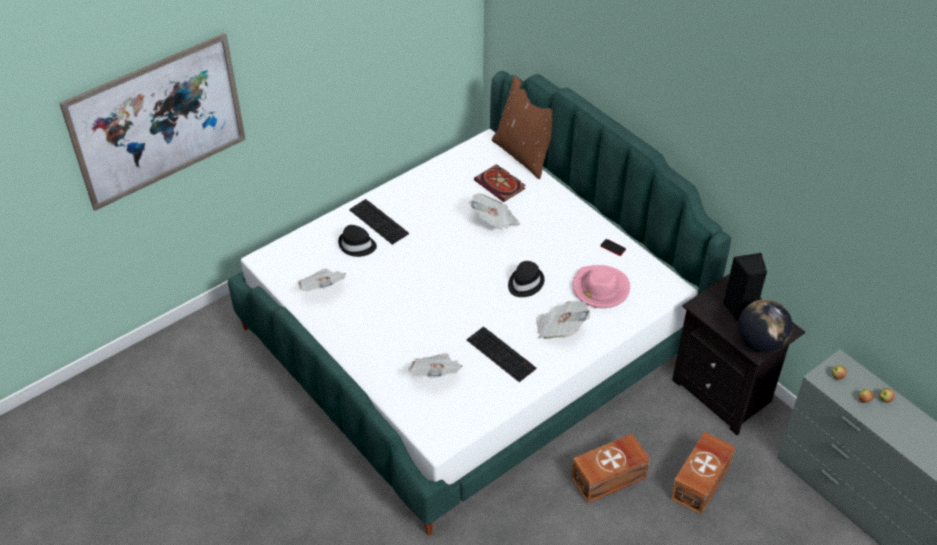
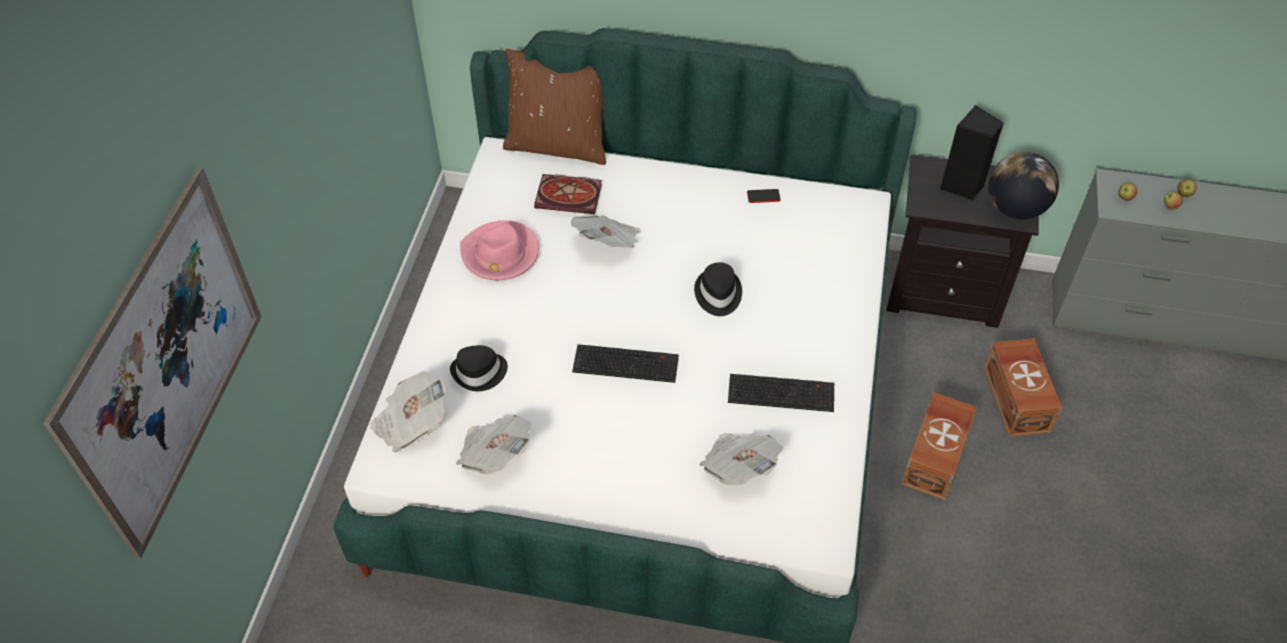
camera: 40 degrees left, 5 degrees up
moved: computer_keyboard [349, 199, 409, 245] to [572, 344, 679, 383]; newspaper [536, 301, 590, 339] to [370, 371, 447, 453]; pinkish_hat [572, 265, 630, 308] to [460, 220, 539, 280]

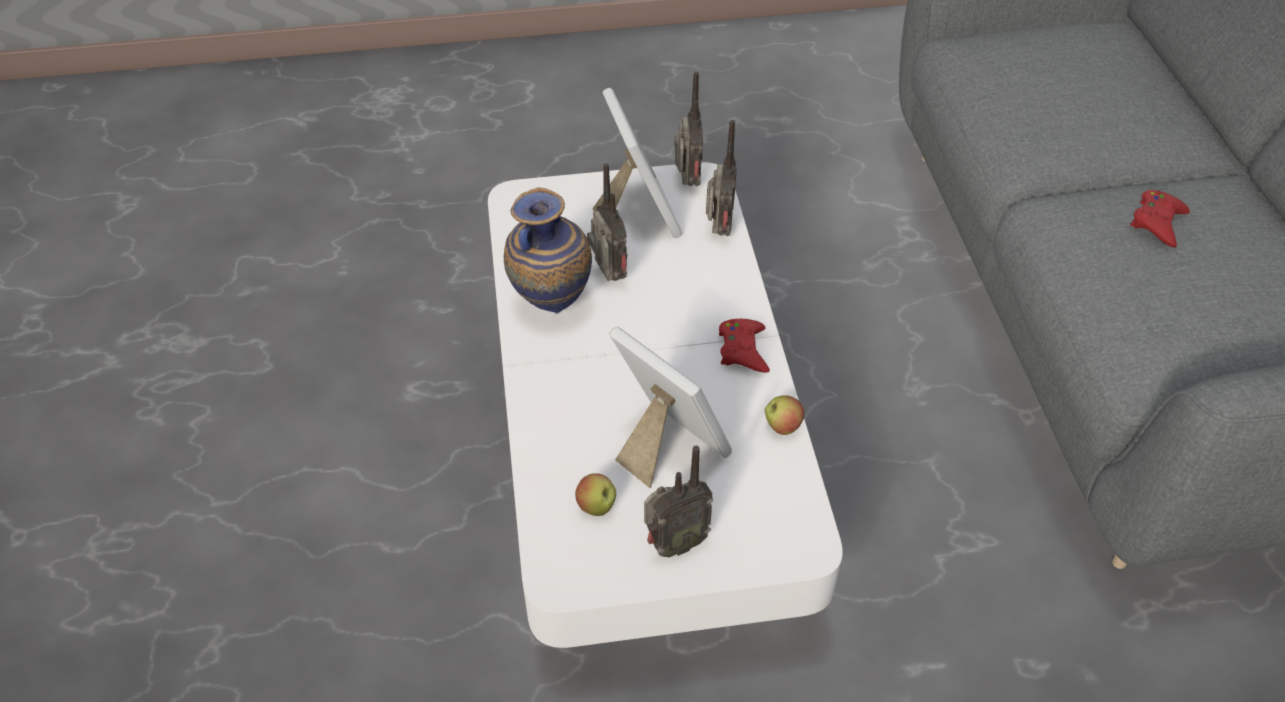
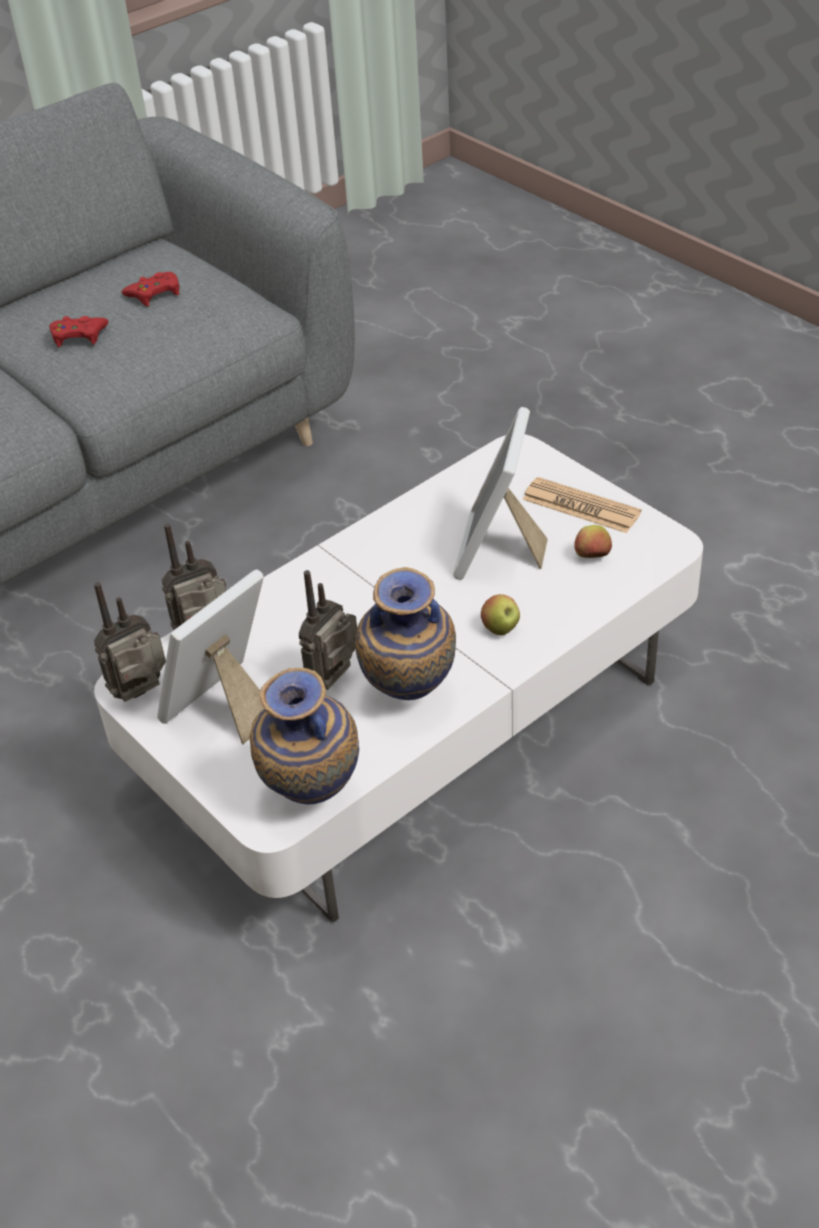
camera: 120 degrees left, 5 degrees down
added: decorative_vase [250, 668, 359, 804]
moved: reddish_joypad [719, 319, 770, 373] to [121, 272, 179, 307]; apple_fruit [765, 395, 805, 435] to [481, 594, 520, 636]
replaced: radio_receiver [644, 446, 713, 557] to newspaper [522, 477, 641, 533]

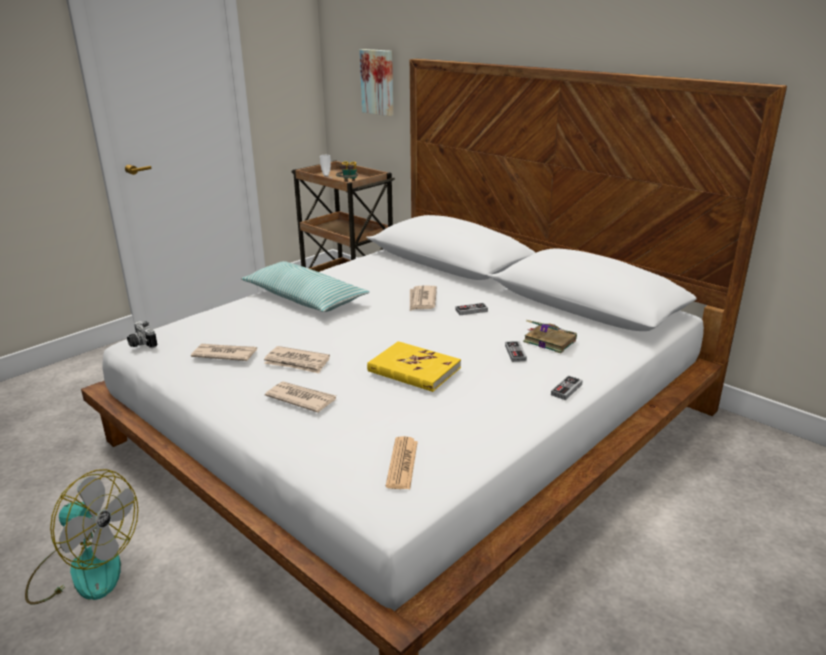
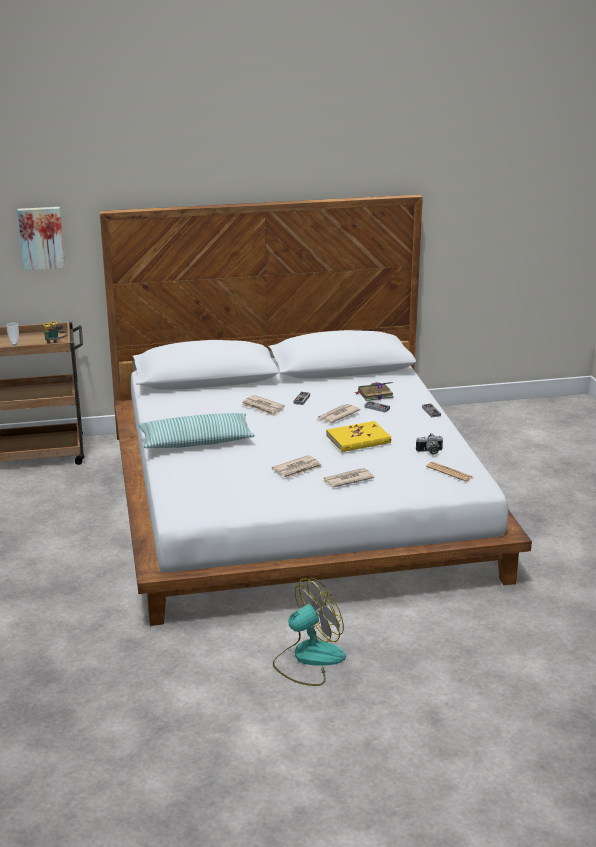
camera: 55 degrees left, 0 degrees up
moved: still_camera [127, 321, 157, 348] to [416, 433, 443, 455]; newspaper [191, 344, 257, 361] to [316, 404, 360, 423]

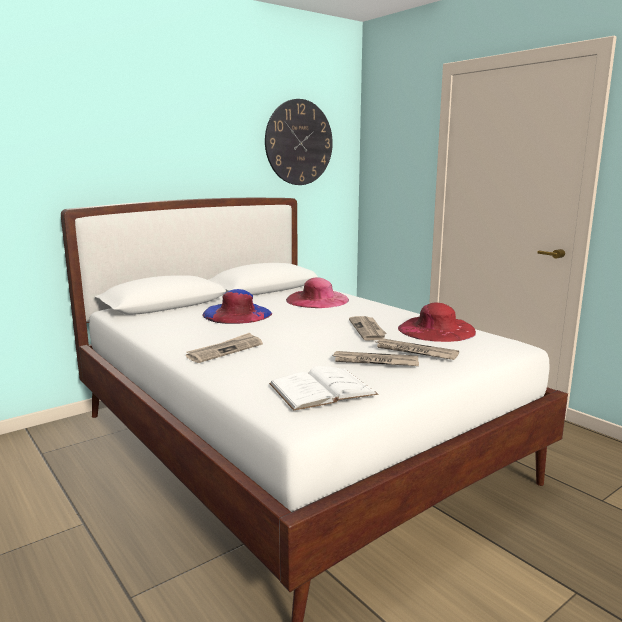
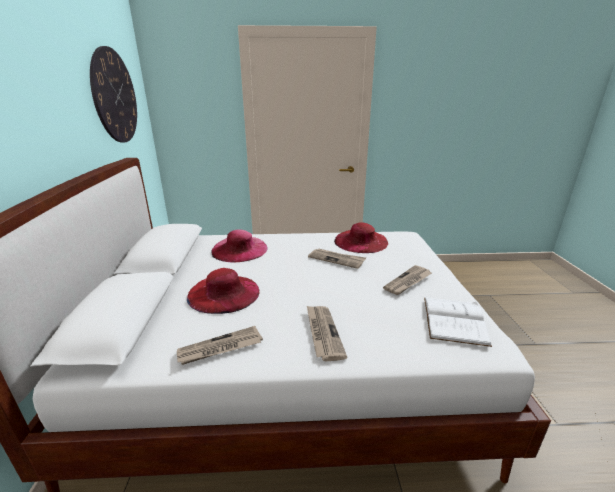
camera: 55 degrees left, 10 degrees up
moved: newspaper [374, 338, 459, 360] to [177, 326, 263, 365]
recoloured: bluish_hat [202, 289, 272, 324] to reddish_hat [187, 268, 260, 314]

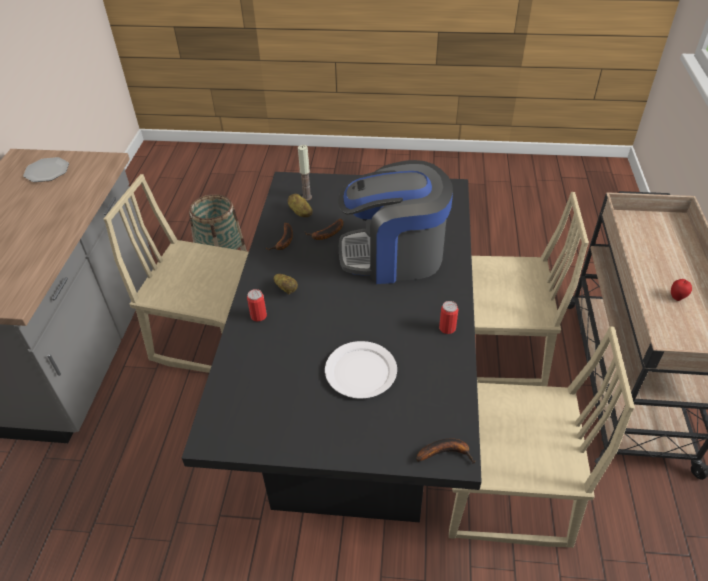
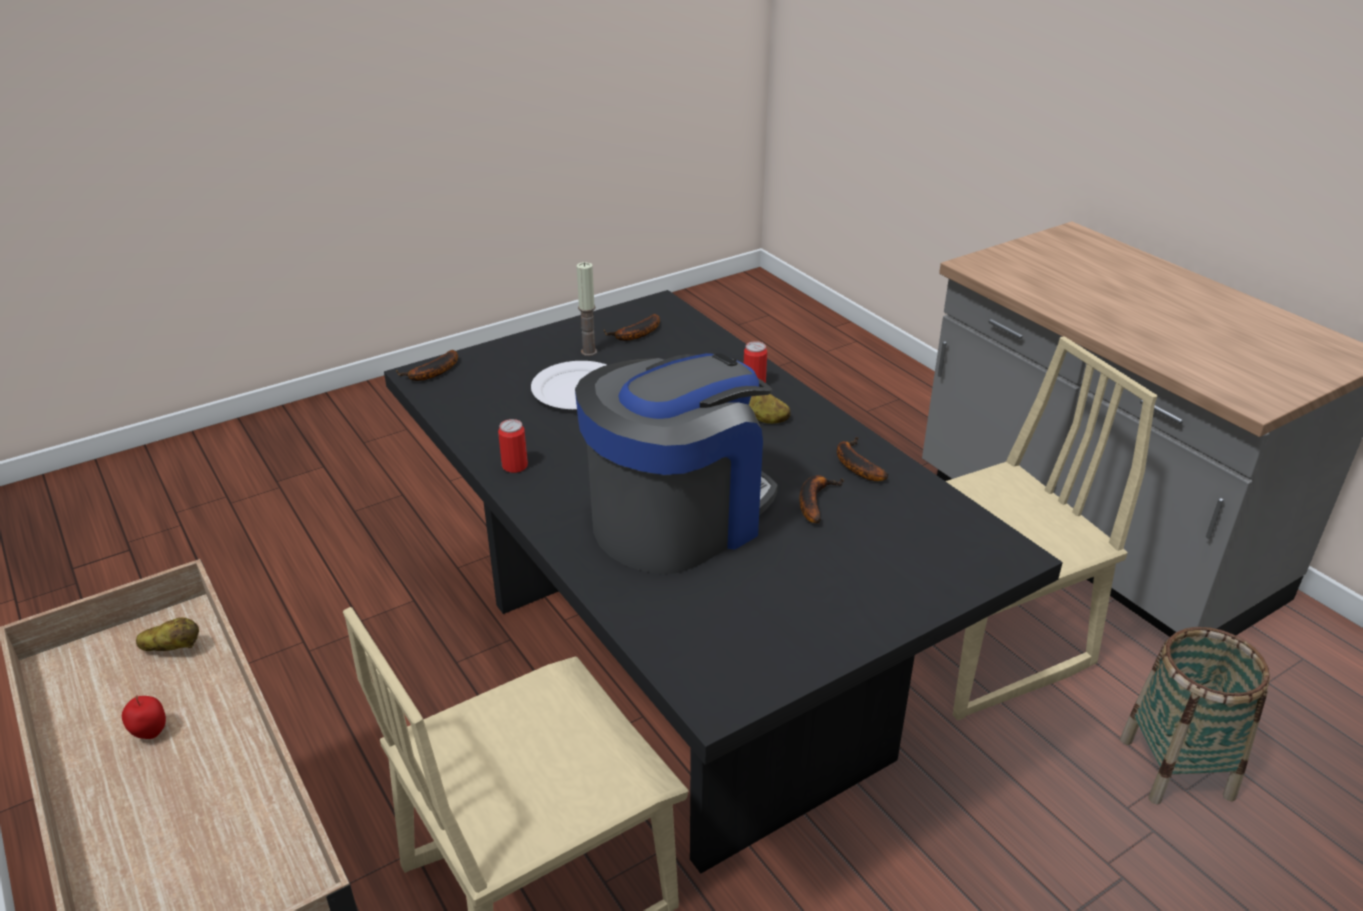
camera: 140 degrees right, 10 degrees down
removed: flat_dish [23, 157, 69, 182]; sand-coloured_upright_chair [449, 326, 635, 548]
added: banana_fruit [604, 314, 660, 341]
moved: spud [288, 194, 313, 217] to [136, 618, 199, 651]; wax_light [298, 145, 312, 201] to [577, 262, 597, 356]

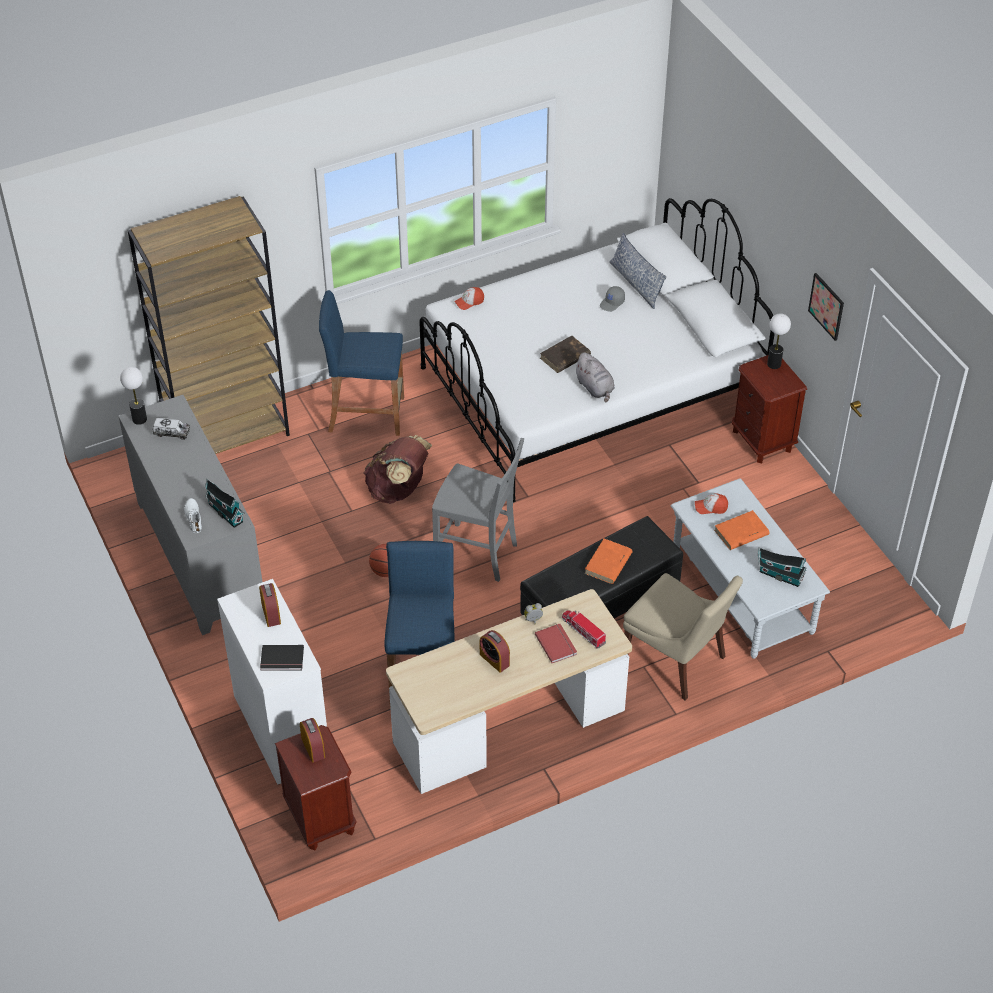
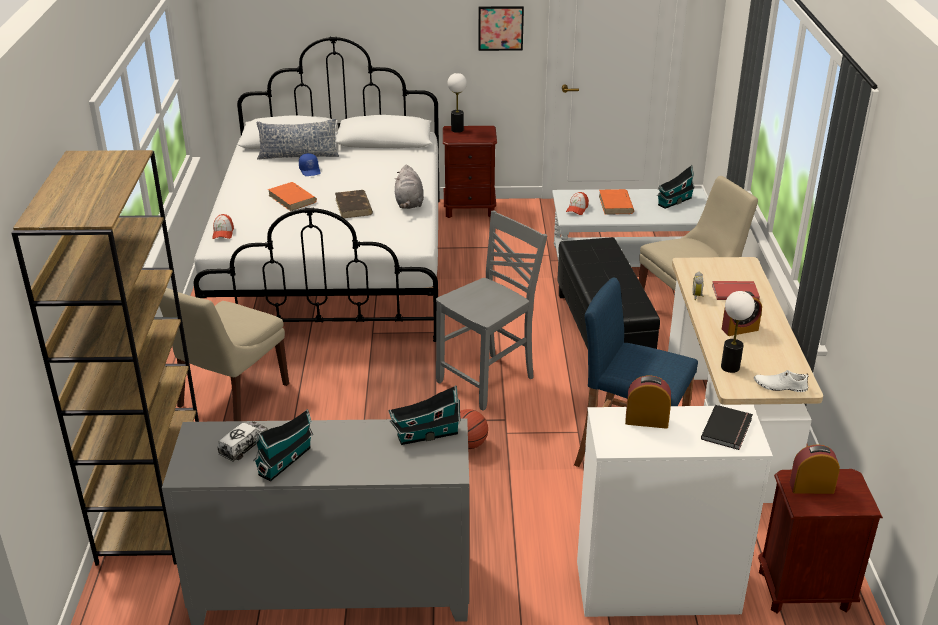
camera: 65 degrees left, 15 degrees down
removed: brown_knapsack [364, 435, 432, 504]; toy_truck [562, 610, 606, 649]
added: miniature_house [253, 409, 313, 481]
moved: lamp_for_a_table [120, 367, 147, 425] to [721, 291, 755, 373]; whitish_shoe [184, 498, 202, 533] to [754, 370, 808, 392]; orangey_volume [585, 538, 633, 584] to [268, 182, 317, 211]
replaced: bluish_stool [319, 290, 404, 436] to sand-coloured_upright_chair [159, 287, 289, 421]
recoloured: grey_baseball_cap [600, 286, 625, 312] to bluish_baseball_cap [299, 153, 321, 176]
turned: grey_plush_toy [574, 352, 615, 402] = [395, 165, 424, 209] 90 degrees clockwise

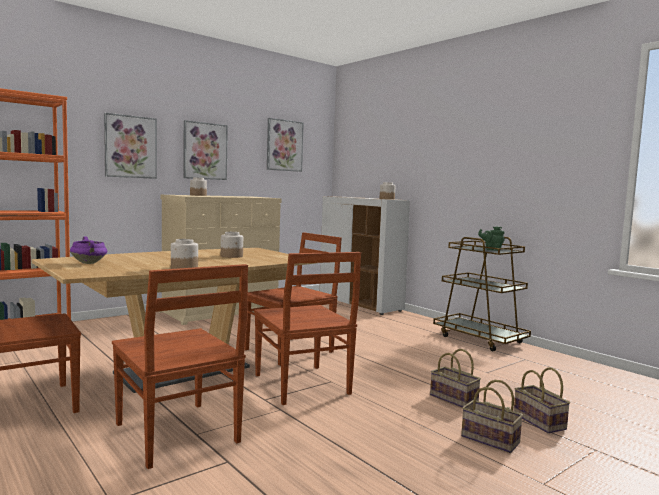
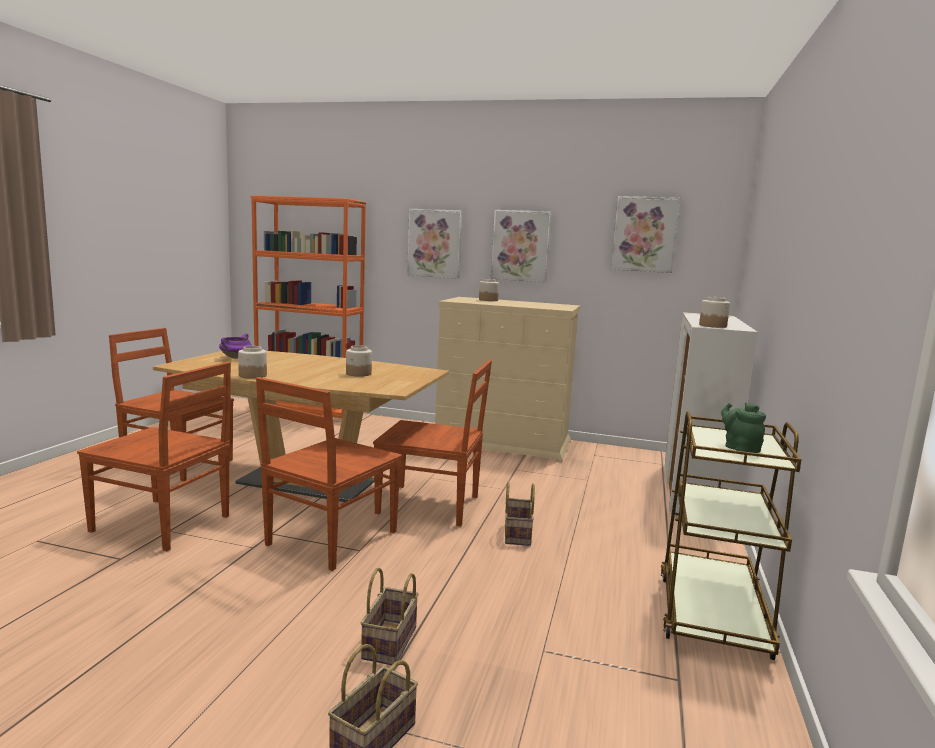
camera: 55 degrees right, 5 degrees up
moved: household_basket [461, 380, 523, 453] to [505, 481, 535, 546]
turned: brown_upright_chair [112, 264, 248, 469] = [77, 362, 231, 551] 90 degrees counterclockwise

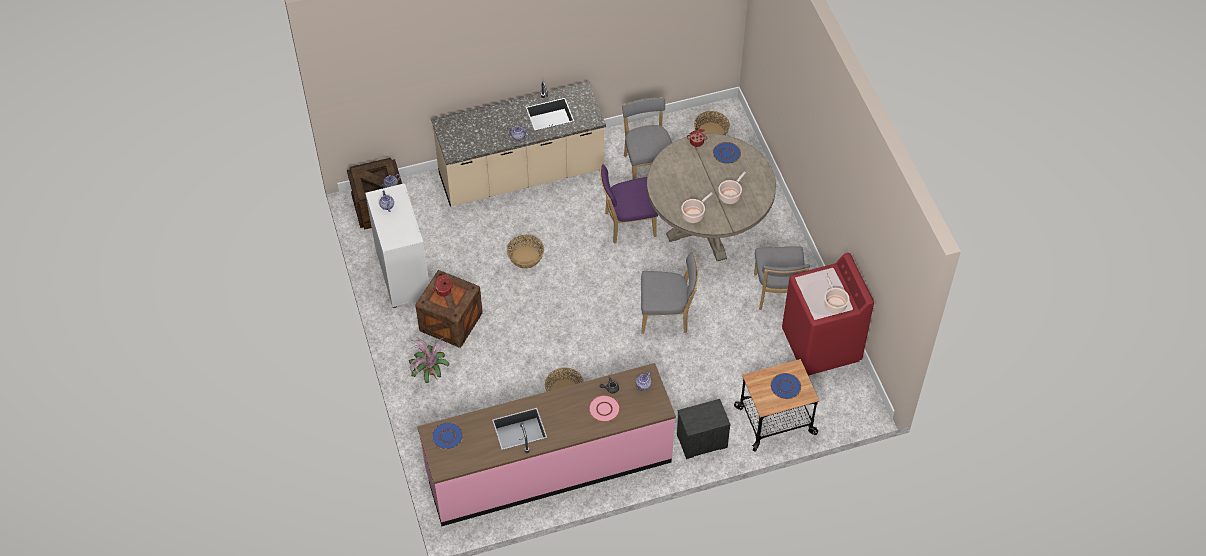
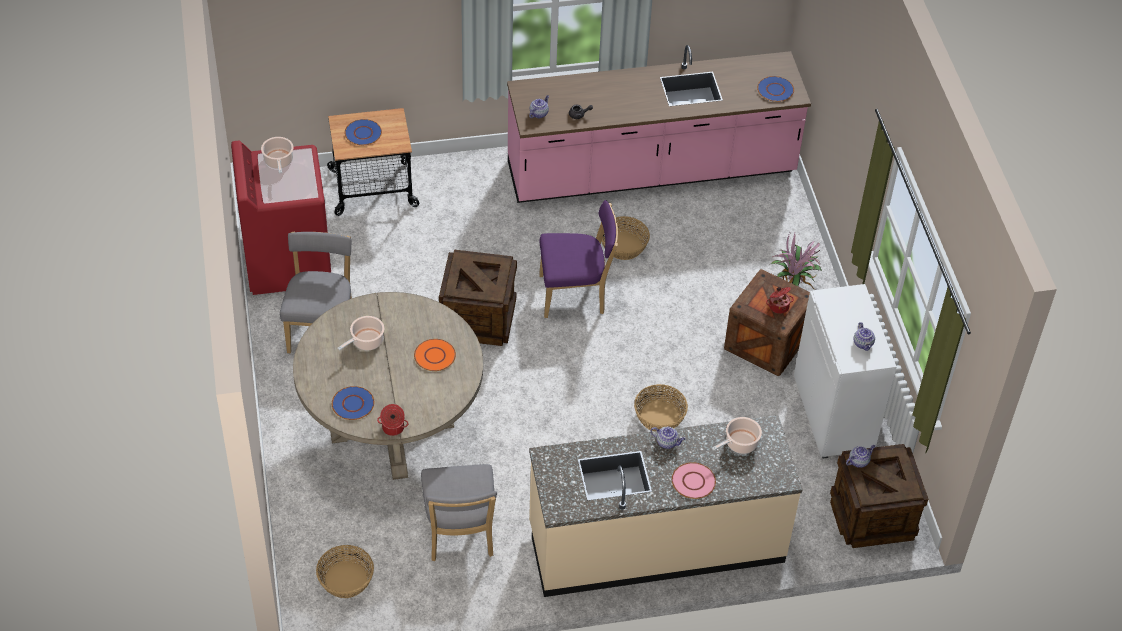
camera: 175 degrees left, 5 degrees down
removed: bedside_table [676, 399, 731, 459]
added: orangey_flat_dish [414, 339, 456, 371]
moved: pinkish_flat_dish [589, 395, 620, 422] to [672, 462, 716, 499]; purplish_upright_chair [599, 164, 658, 244] to [539, 200, 618, 318]; stockpot [681, 193, 713, 223] to [712, 417, 762, 454]
replaced: grey_upright_chair [641, 252, 698, 334] to packing_crate [439, 250, 517, 346]

